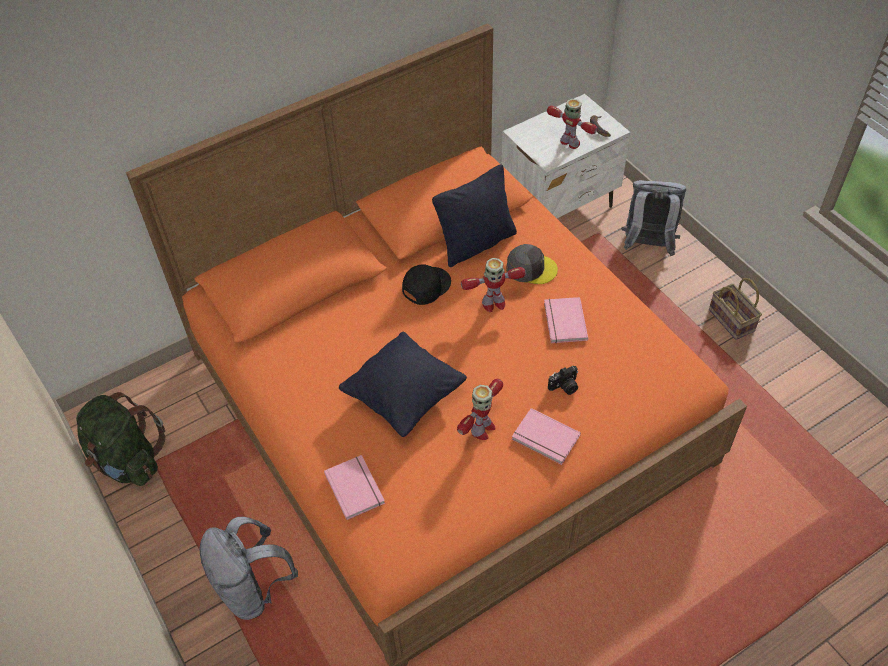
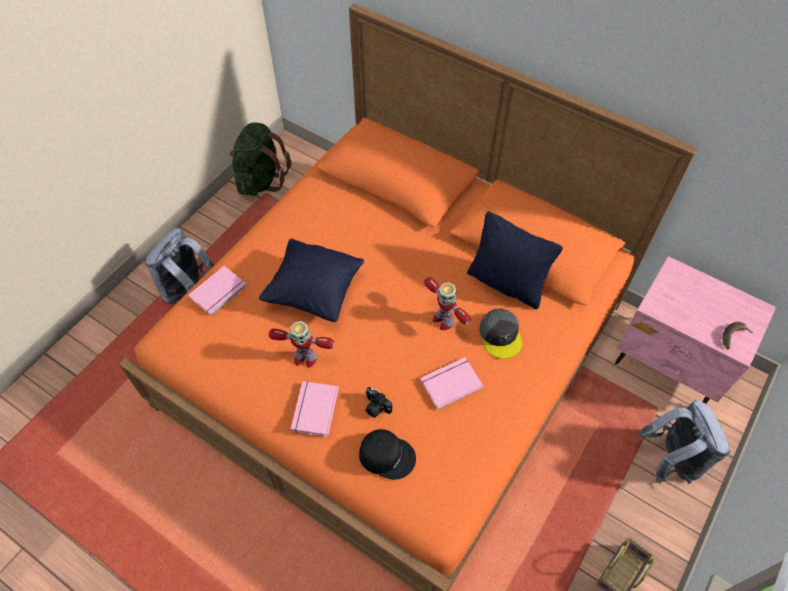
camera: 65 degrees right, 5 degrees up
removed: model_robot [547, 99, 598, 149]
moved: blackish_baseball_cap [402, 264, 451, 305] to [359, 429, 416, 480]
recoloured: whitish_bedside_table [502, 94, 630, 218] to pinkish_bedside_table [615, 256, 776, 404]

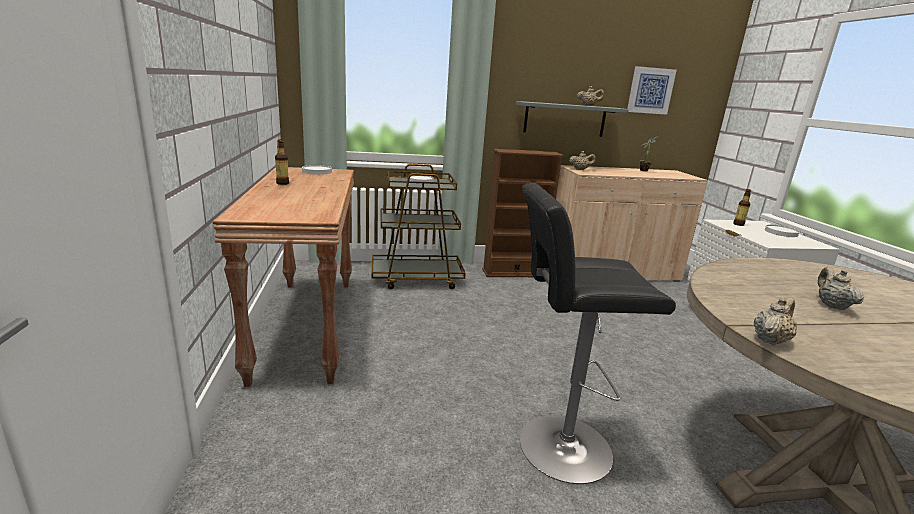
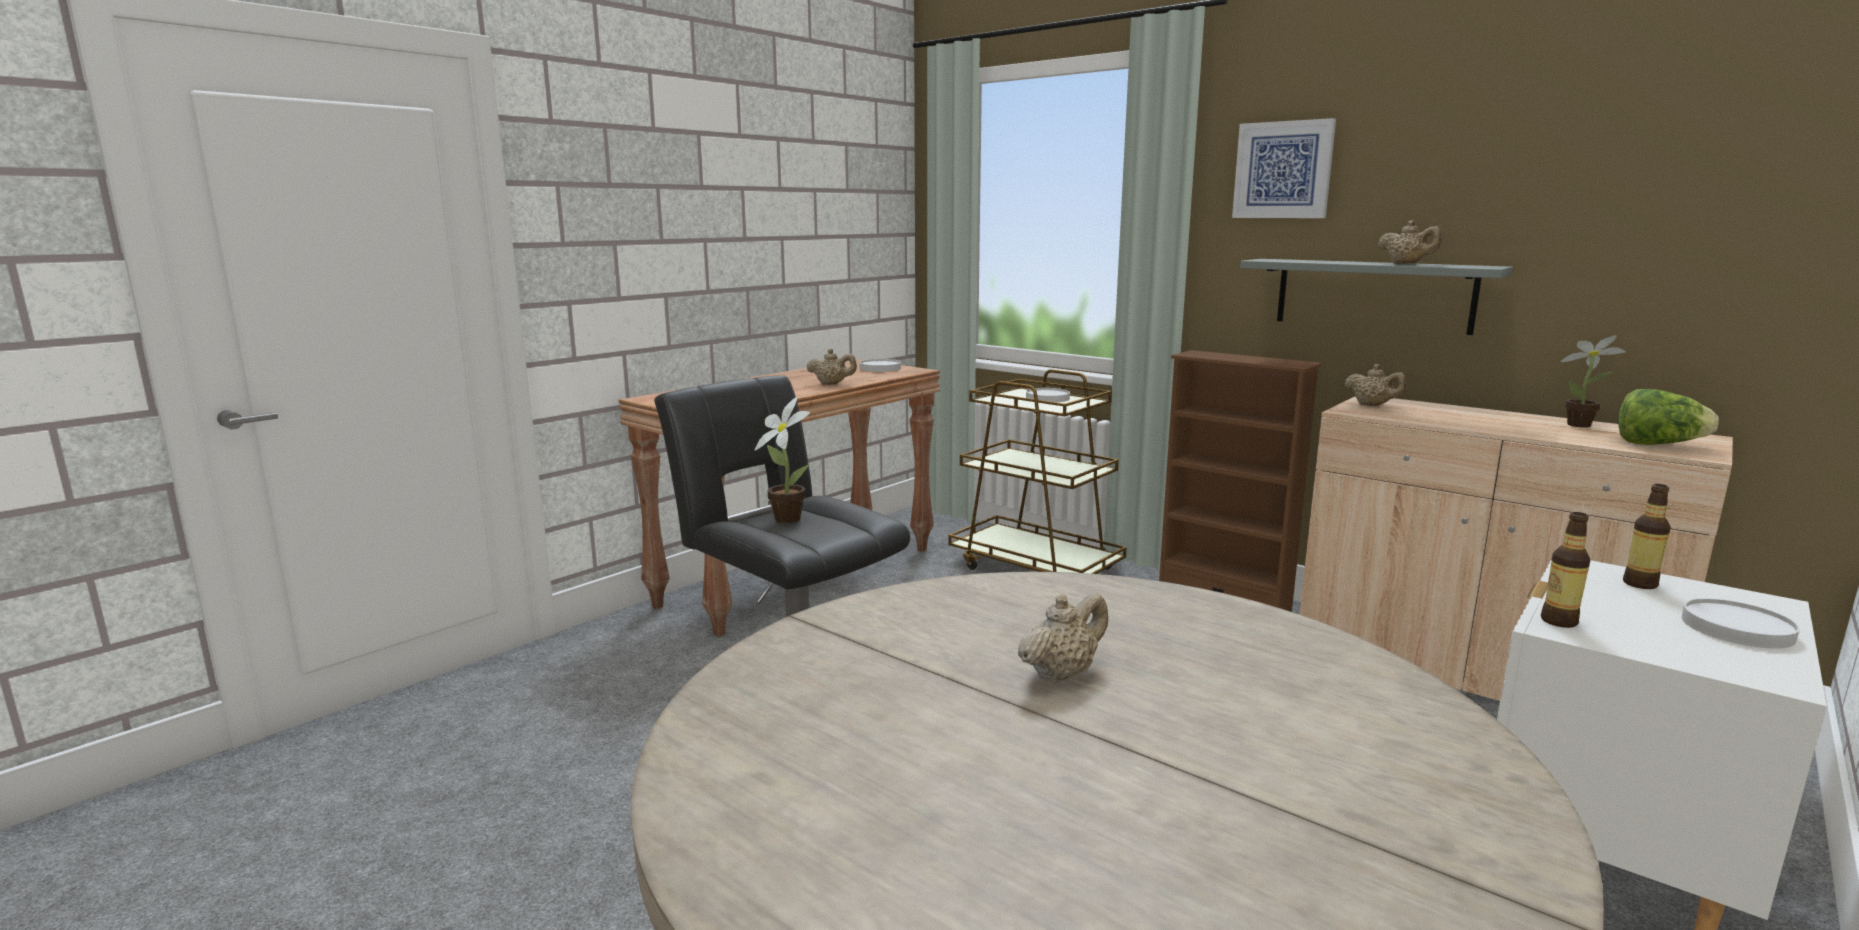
camera: 50 degrees right, 5 degrees down
added: plant_in_a_pot [754, 397, 810, 523]; lettuce [1618, 389, 1719, 445]
moved: bottle [275, 139, 289, 185] to [1541, 512, 1590, 628]; picture [627, 66, 677, 115] to [1232, 118, 1336, 218]; sand-coloured_pot_for_tea [754, 297, 797, 345] to [807, 348, 857, 385]

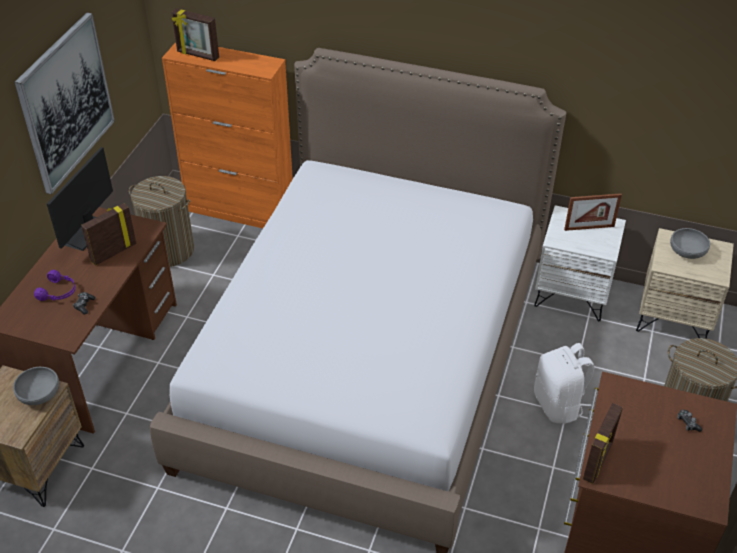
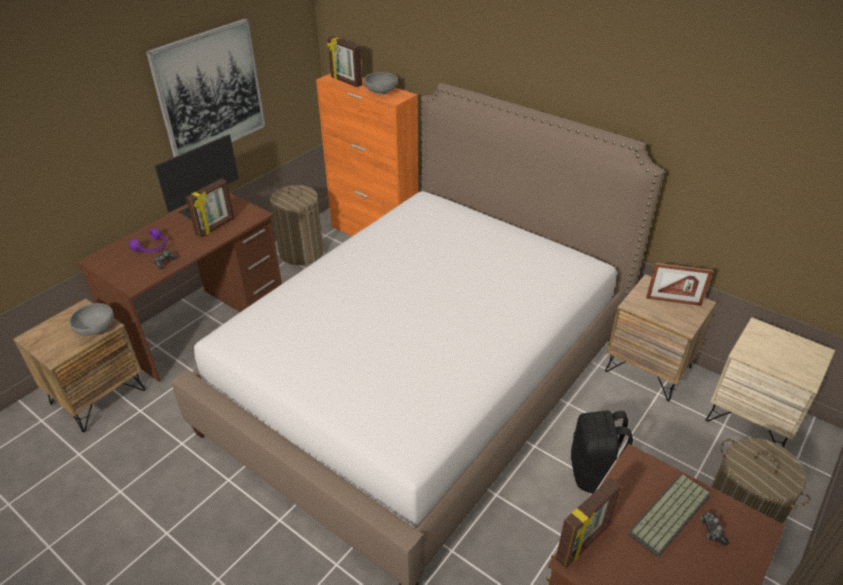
camera: 20 degrees right, 5 degrees down
added: computer_keyboard [627, 474, 711, 558]
moved: grey_deep_dish [670, 228, 710, 259] to [364, 72, 398, 94]
recoloured: whitish_bedside_table [534, 205, 626, 321] to brown_bedside_table [605, 274, 717, 401]; whitish_knapsack [534, 343, 594, 424] to blackish_knapsack [571, 410, 633, 494]
turned: photo_frame [81, 203, 136, 266] = [186, 179, 234, 237] 150 degrees clockwise

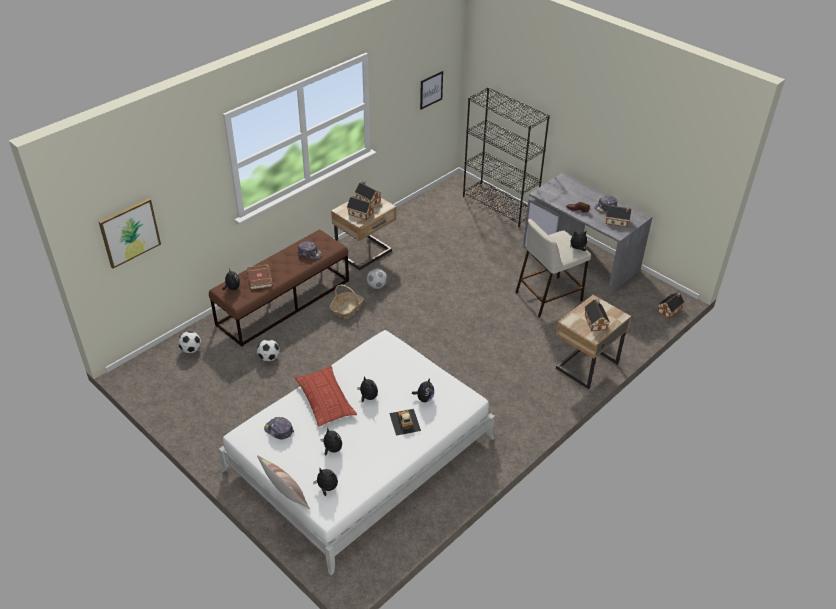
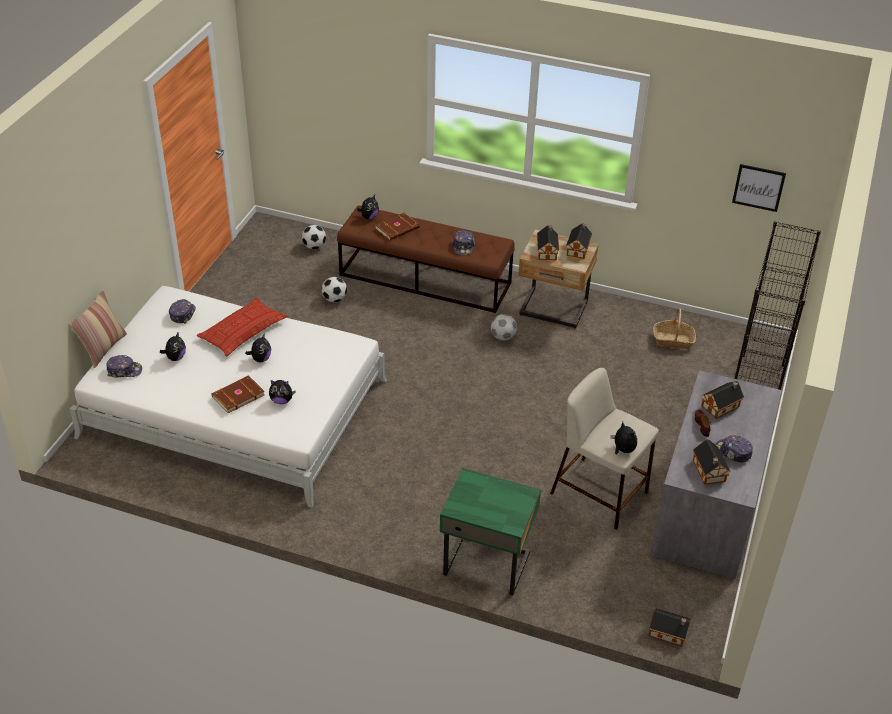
camera: 65 degrees right, 0 degrees up
removed: picture [99, 198, 161, 268]
moved: household_basket [330, 285, 364, 319] to [653, 308, 696, 349]; miniature_house [585, 300, 610, 332] to [701, 381, 744, 419]
replaced: plush_toy [313, 468, 338, 496] to baseball_cap [107, 355, 142, 378]; toy_car [389, 409, 421, 436] to brown_volume [212, 375, 265, 413]
recoloured: sand-coloured_bedside_table [556, 295, 631, 389] to greenish_bedside_table [440, 468, 541, 596]

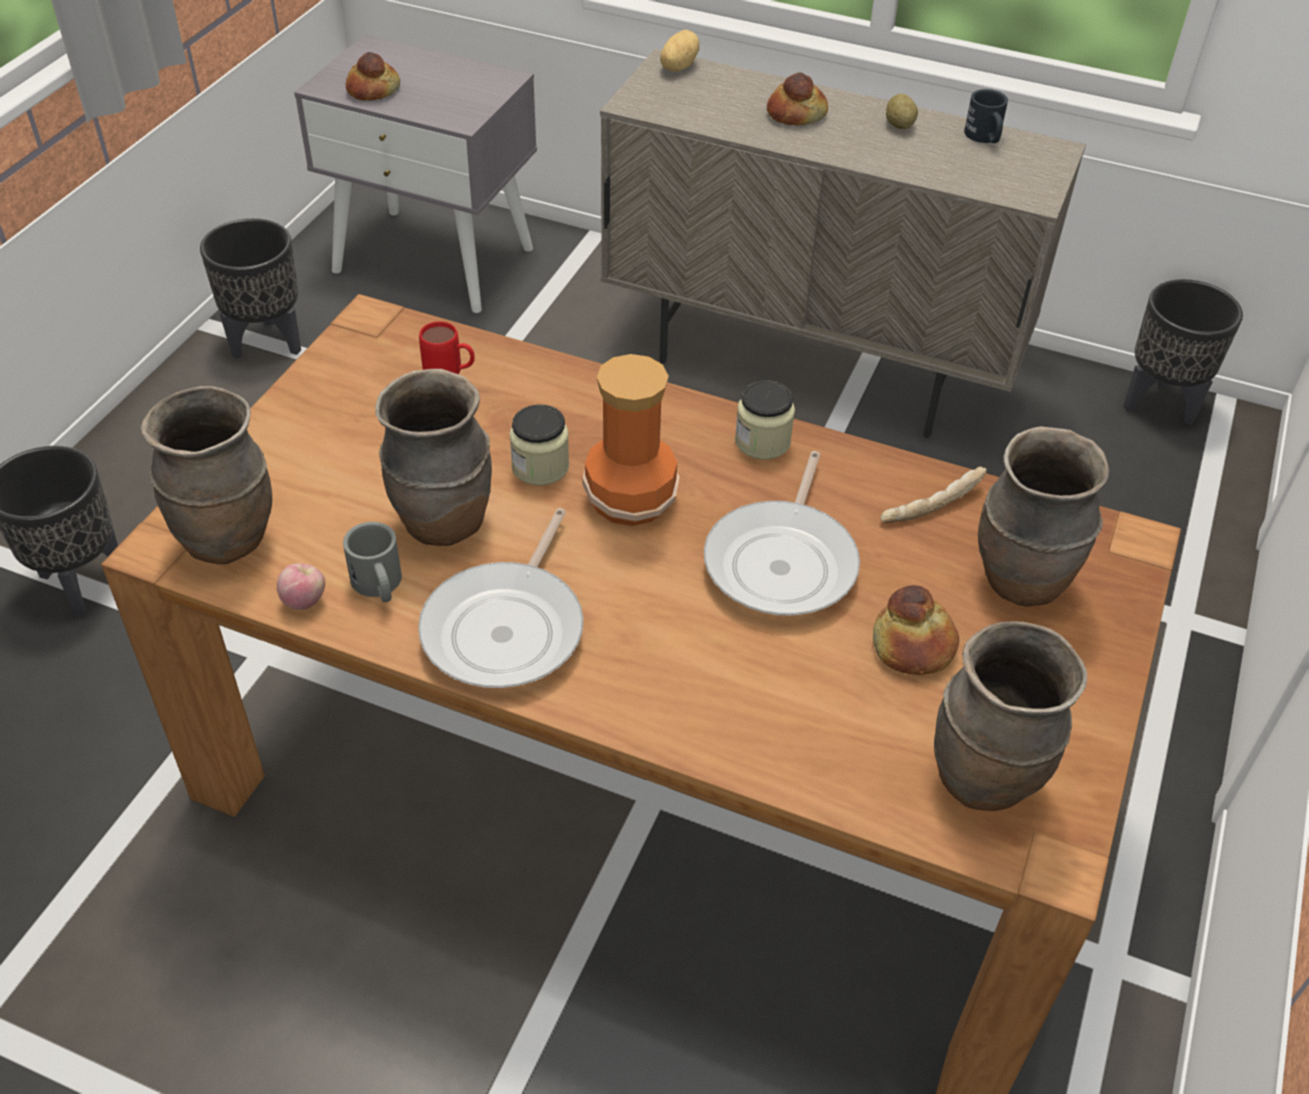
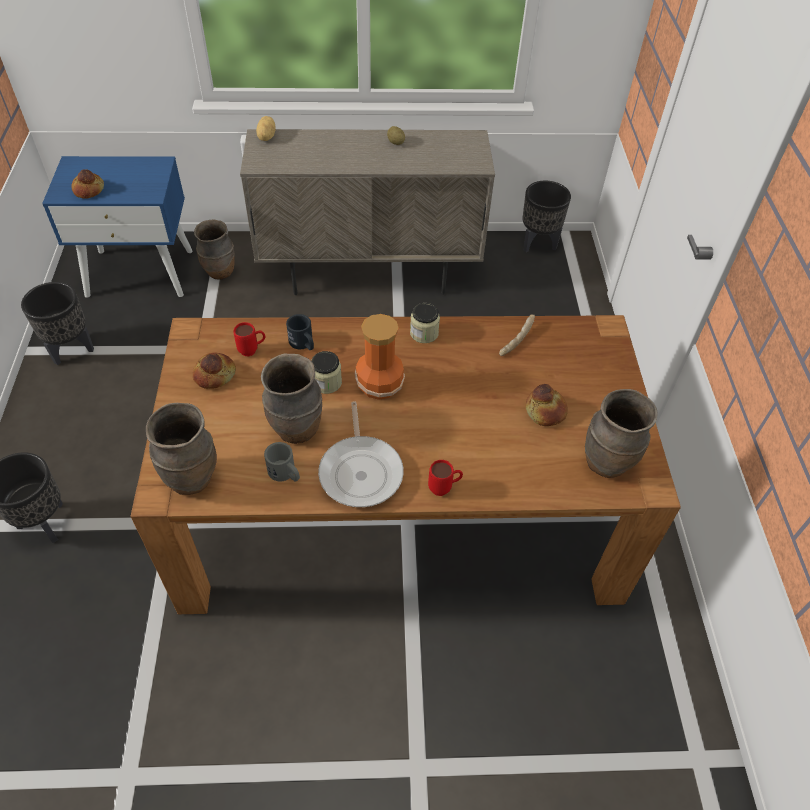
camera: 25 degrees left, 5 degrees up
removed: apple_fruit [277, 563, 325, 610]; pan [704, 451, 860, 616]
added: reddish_coffee_mug [428, 460, 463, 496]
moved: bakery_bread [767, 72, 828, 125] to [193, 352, 236, 389]; blackish_coffee_mug [964, 89, 1008, 143] to [286, 314, 314, 350]; brown_decorative_vase [978, 426, 1109, 607] to [194, 219, 235, 280]
recoloured: grey_bedside_table [294, 34, 537, 313] to bluish_bedside_table [42, 156, 193, 298]

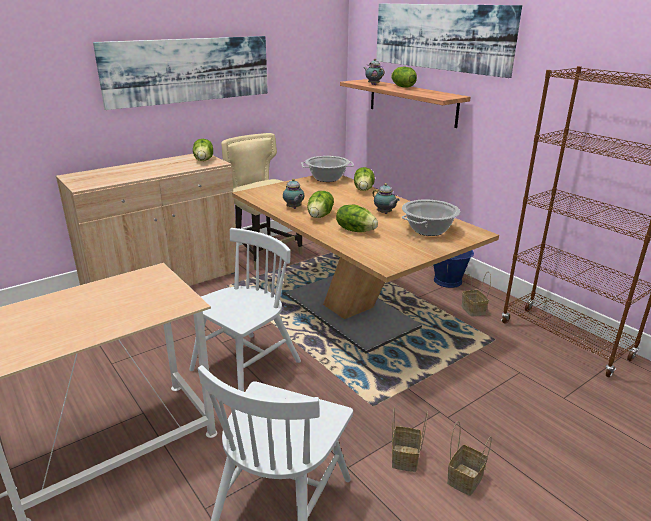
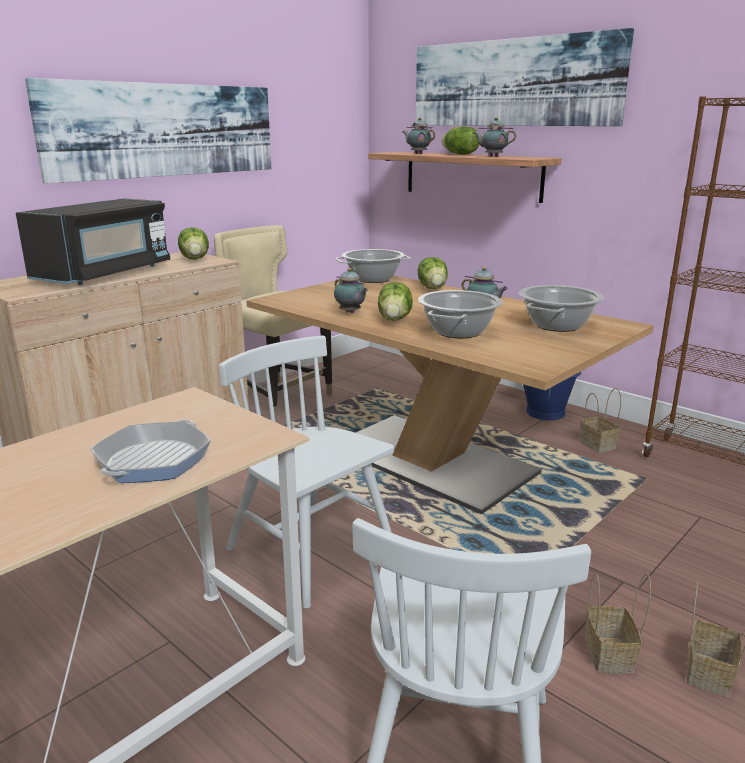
camera: 10 degrees left, 5 degrees down
added: blackish_kitchen_microwave [16, 198, 170, 285]; pan [91, 420, 211, 483]; pot_for_tea [473, 118, 516, 157]
replaced: lettuce [336, 205, 378, 232] to stockpot [418, 290, 503, 338]
turned: whitish_upright_chair [189, 228, 301, 392] = [219, 335, 394, 609] 75 degrees counterclockwise

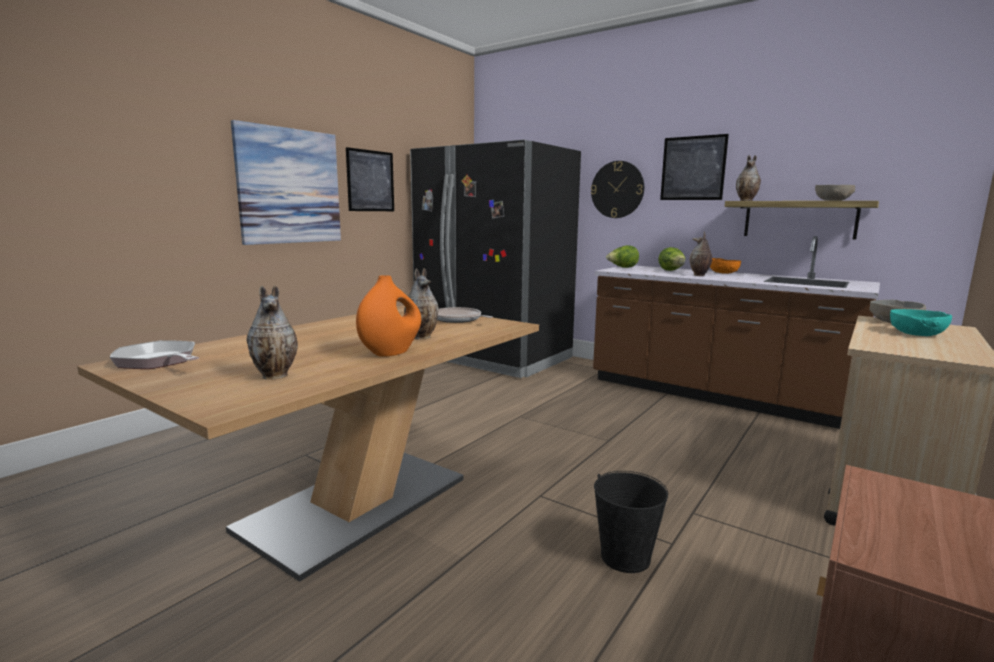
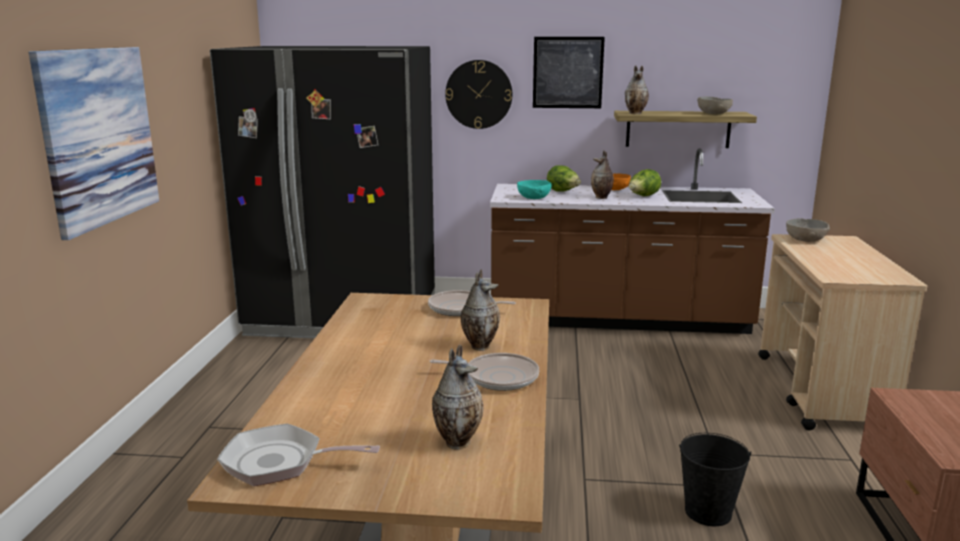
camera: 30 degrees left, 5 degrees up
removed: picture [346, 147, 394, 211]
moved: lettuce [606, 245, 639, 268] to [629, 169, 661, 196]; blue-green_deep_dish [890, 309, 952, 336] to [517, 180, 551, 199]
replaced: orangey_decorative_vase [356, 275, 421, 357] to pan [430, 353, 539, 391]

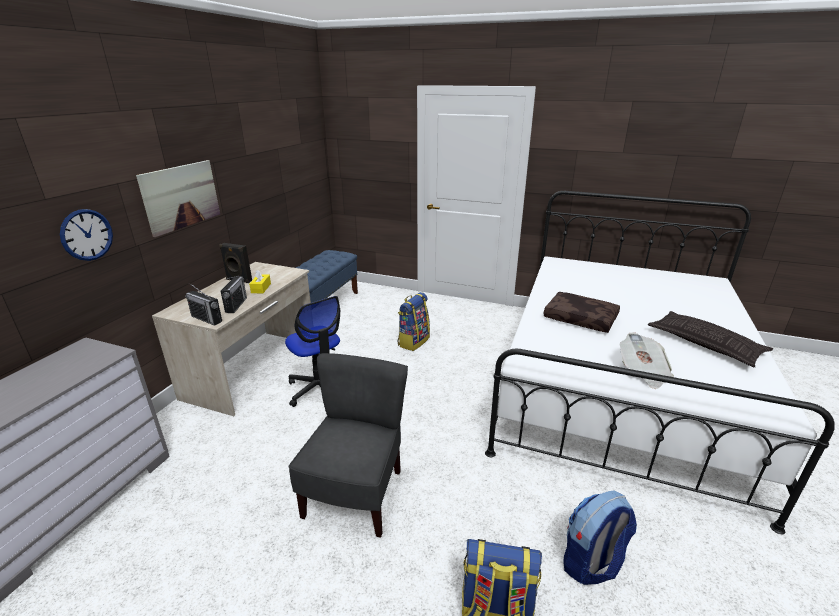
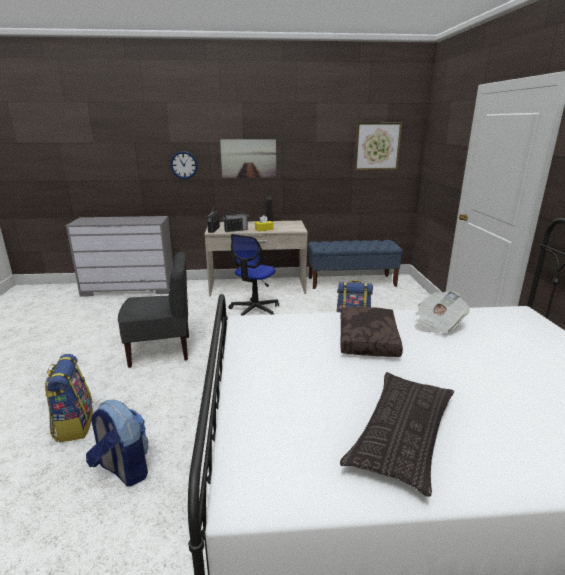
camera: 65 degrees right, 5 degrees down
added: picture [354, 123, 402, 170]
moved: newspaper [619, 332, 674, 389] to [415, 291, 469, 334]

